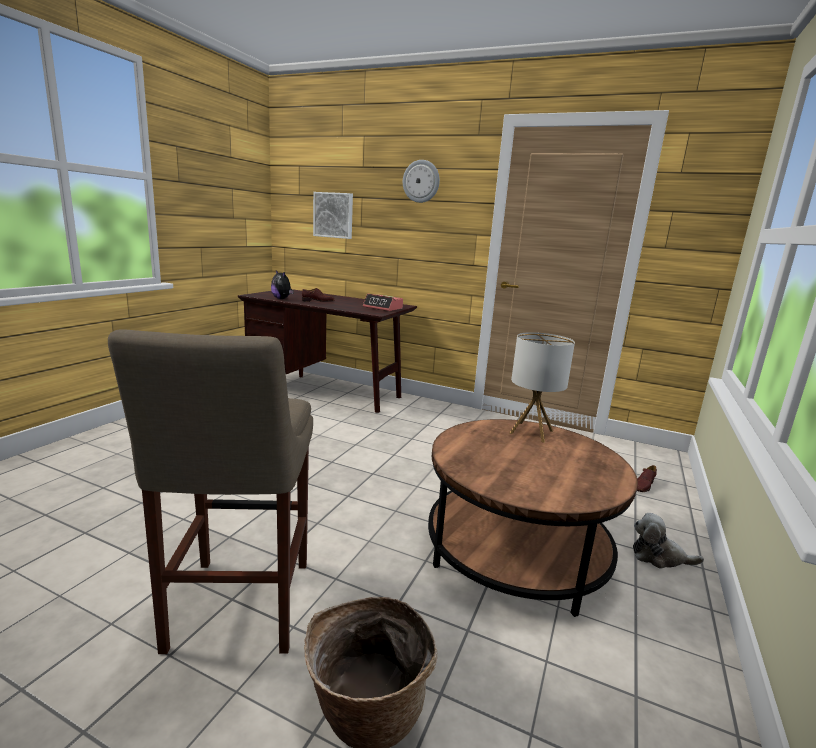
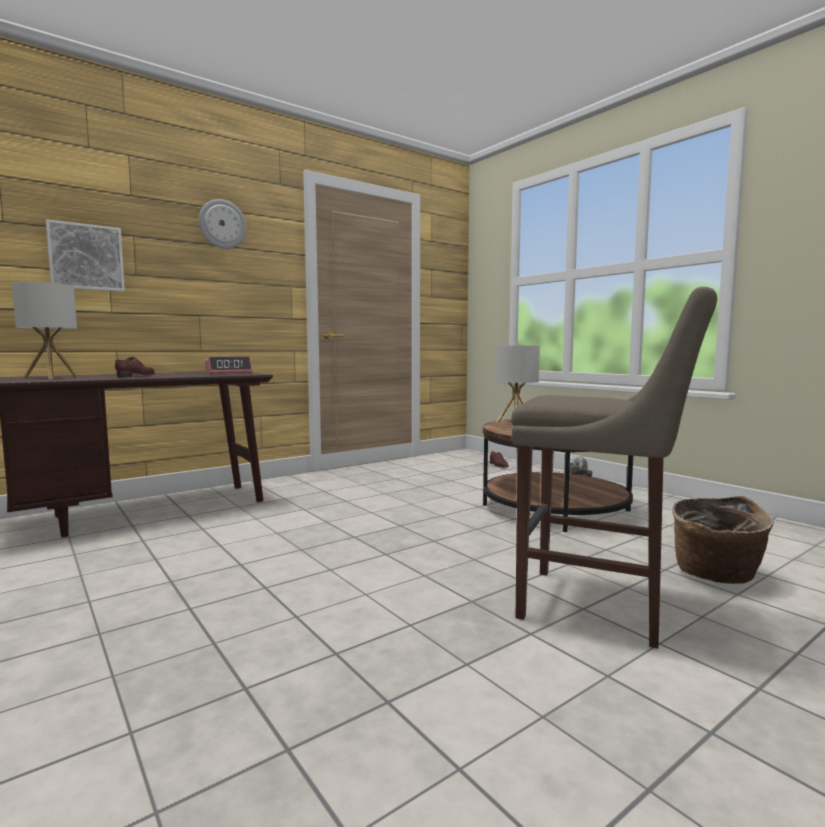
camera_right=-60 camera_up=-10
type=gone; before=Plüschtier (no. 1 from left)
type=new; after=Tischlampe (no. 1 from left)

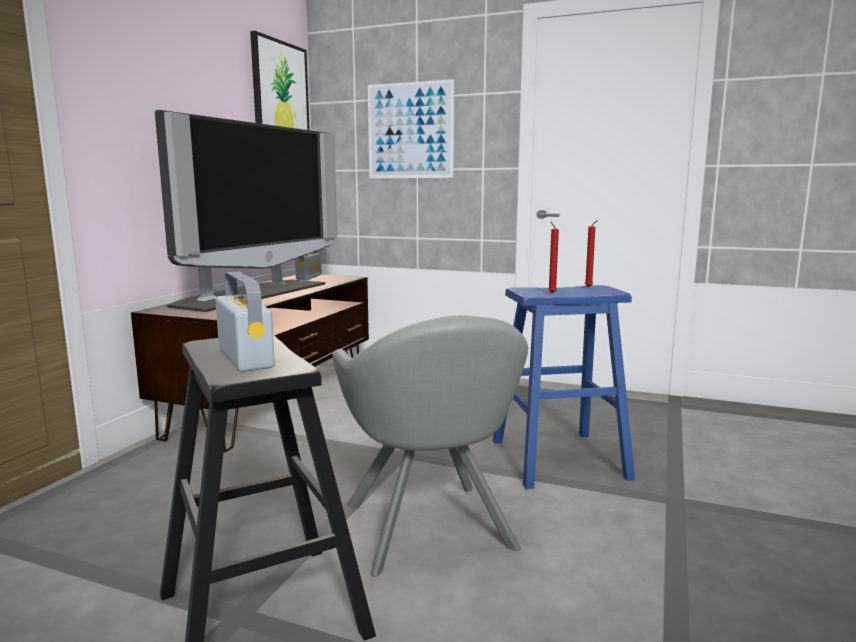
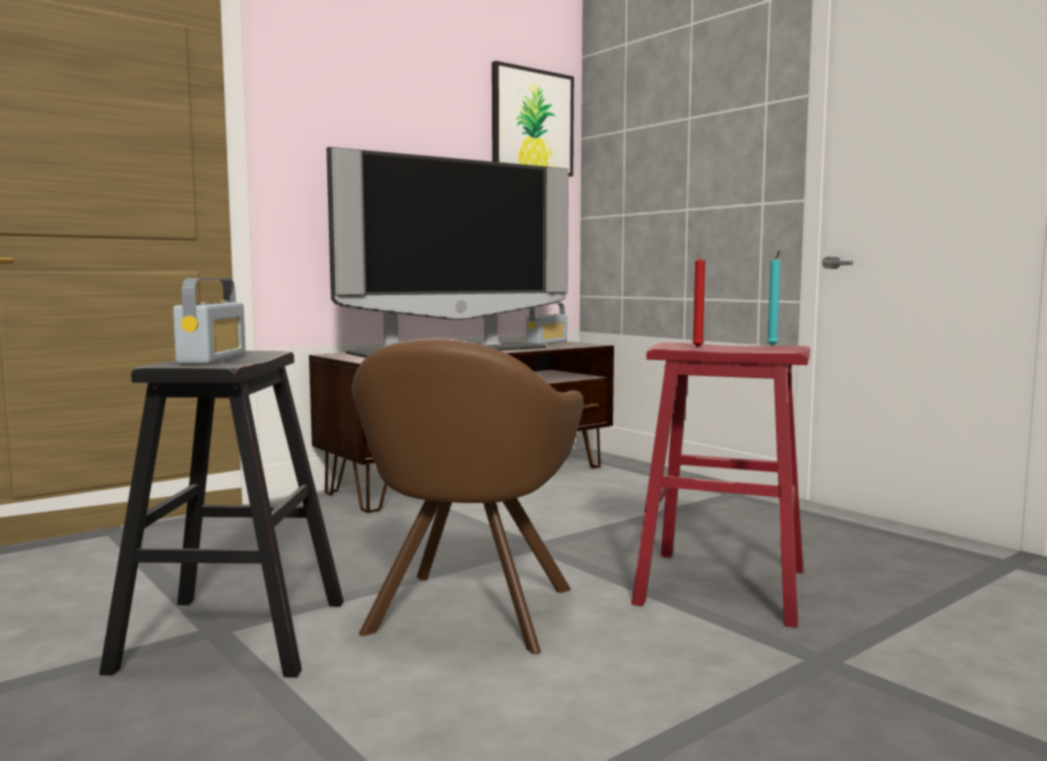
camera_right=30 camera_up=-5
type=gone; before=Bild (no. 2 from left)
type=repainted; before=Sessel [grau]; after=Sessel [braun]
type=repainted; before=Hocker [blau]; after=Hocker [rot]
type=repainted; before=Kerze [rot] (no. 2 from left); after=Kerze [türkis]

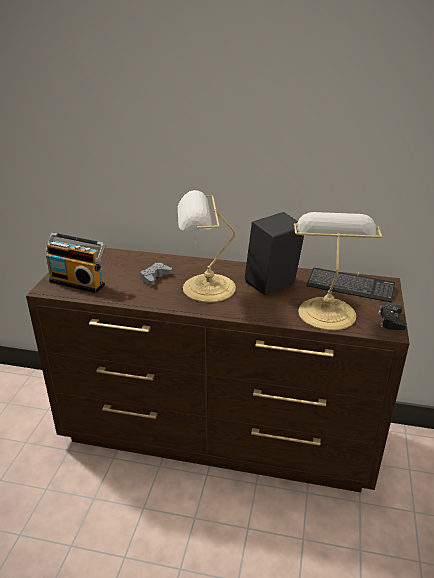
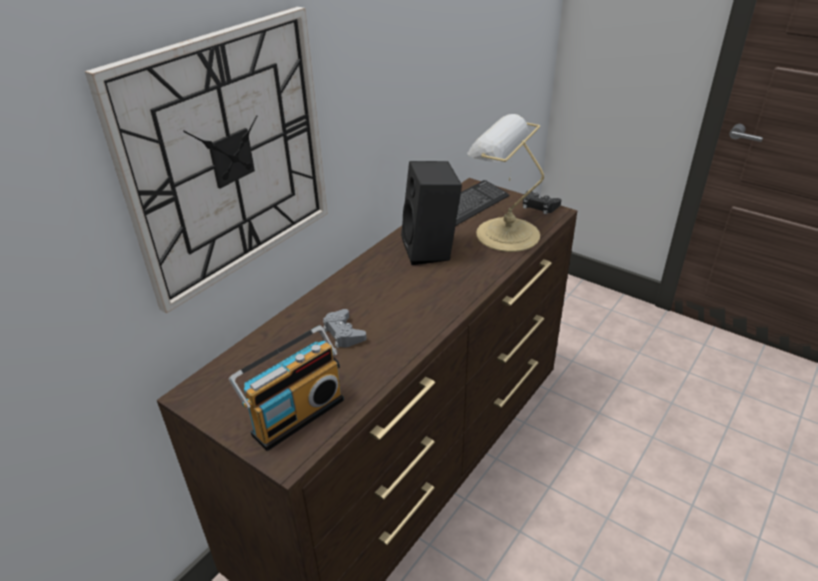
camera_right=-65 camera_up=5
type=gone; before=Tischlampe (no. 1 from left)
type=new; after=Wanduhr

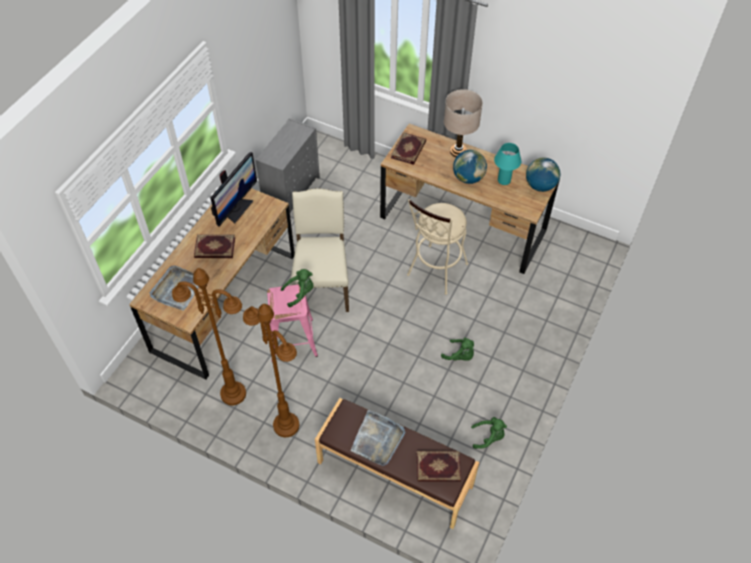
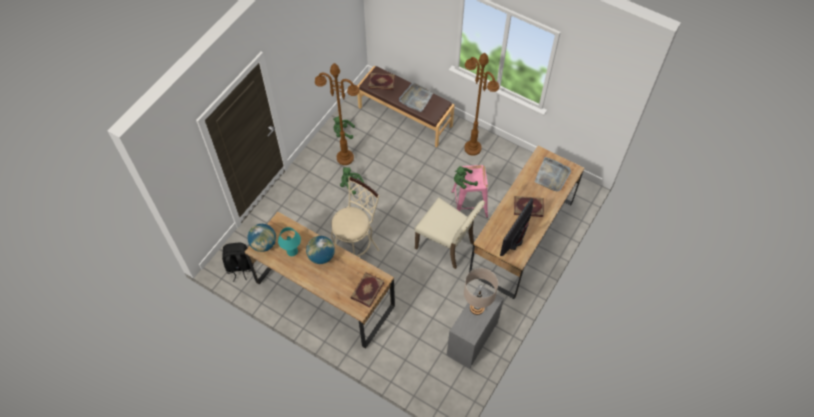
camera_right=-175 camera_up=5
type=new; after=Rucksack [schwarz]
type=shifted; before=Stehlampe [braun] (no. 1 from left)
type=shifted; before=Tischlampe [beige]
type=rotated; before=Stuhl [beige]; turn=-60

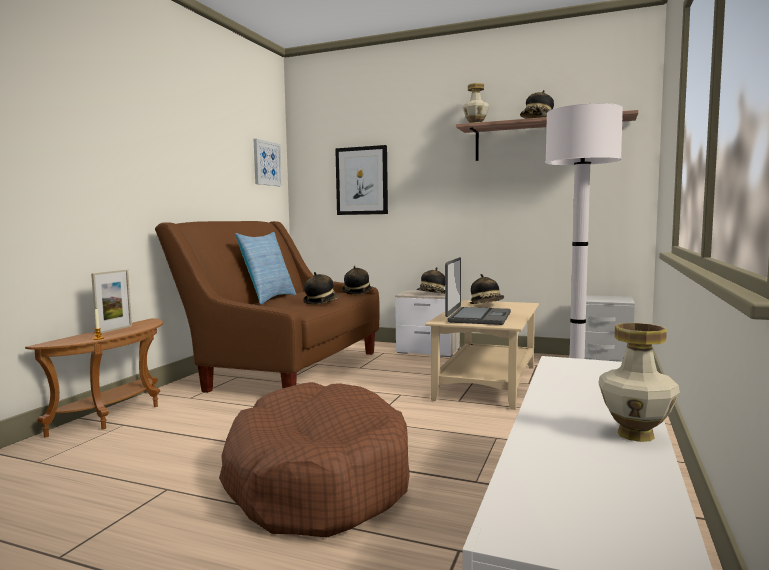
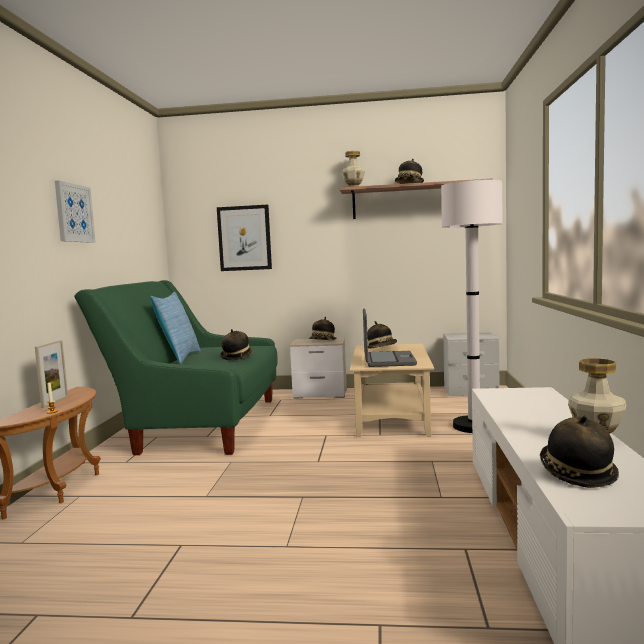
camera_right=-15 camera_up=0
type=gone; before=Hundebett [braun]
type=shifted; before=Bild (no. 1 from left)
type=shifted; before=Hut (no. 2 from left in the first image); after=Hut (no. 5 from left)
type=repainted; before=Sofa [braun]; after=Sofa [grün]

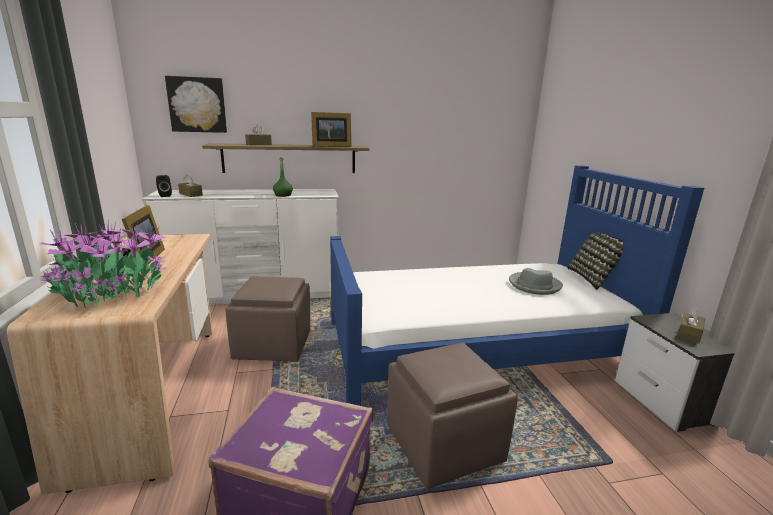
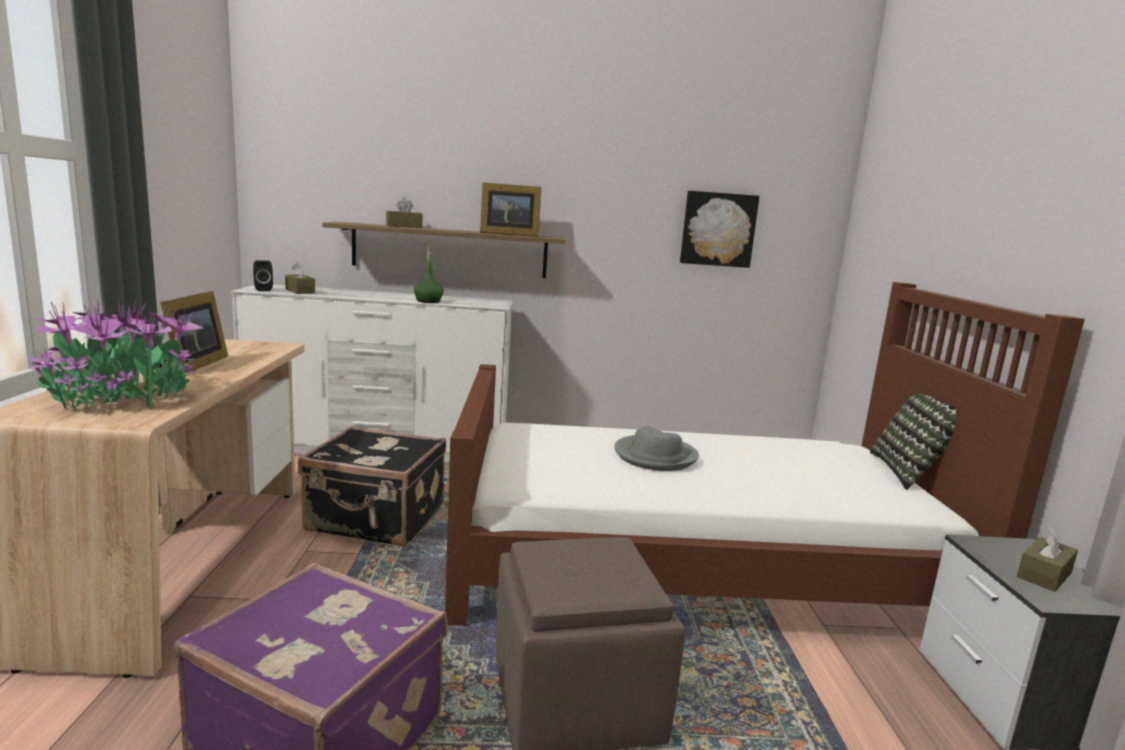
camera_right=10 camera_up=-5
type=shifted; before=Bild
type=shifted; before=Hut [grau]
type=swapped; before=Polsterhocker [braun] (no. 1 from left); after=Koffer [schwarz]
type=repainted; before=Bett [blau]; after=Bett [braun]

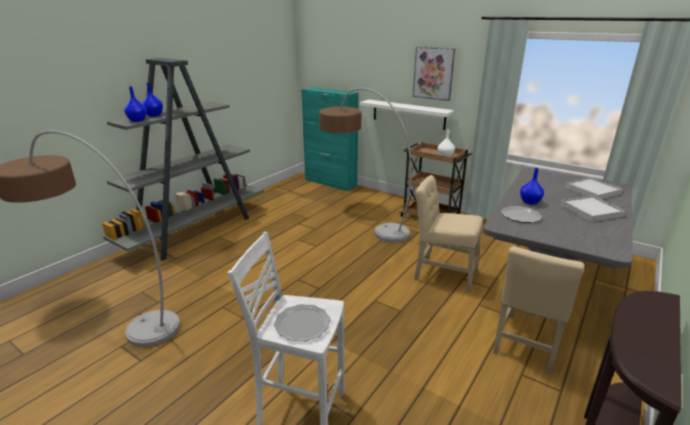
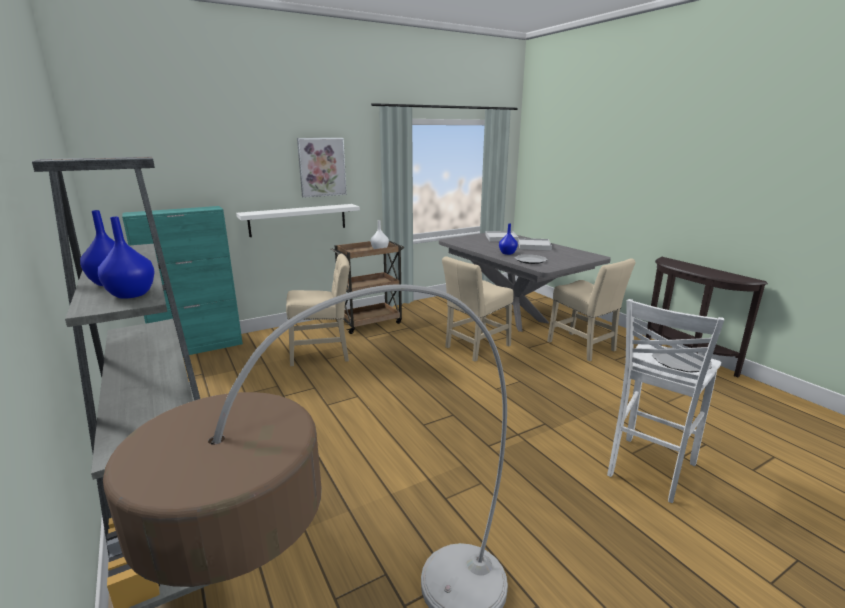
camera_right=-65 camera_up=-5
type=swapped; before=Stehlampe (no. 2 from left); after=Stuhl [beige] (no. 1 from left)

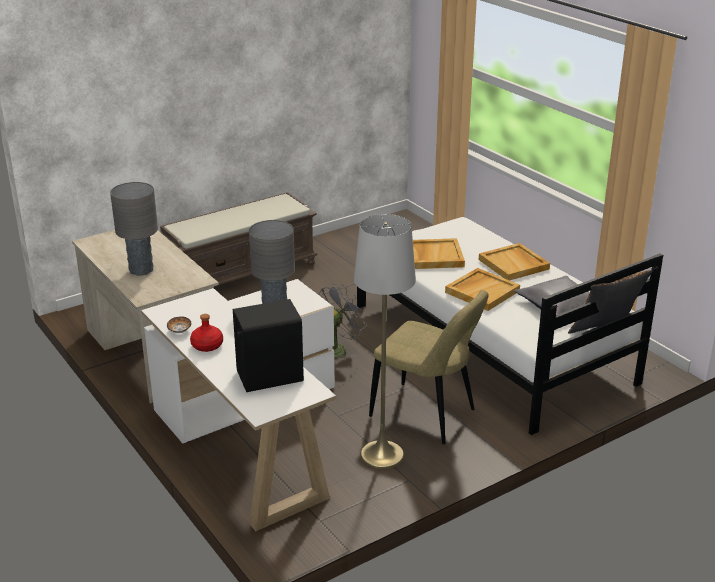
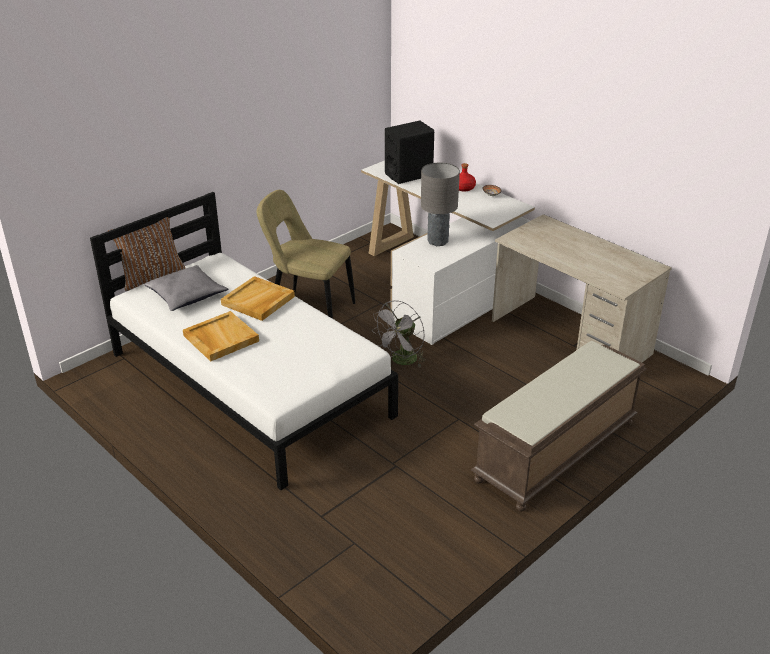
camera_right=170 camera_up=5
type=gone; before=Tischlampe [grau] (no. 1 from left)
type=gone; before=Stehlampe [grau]
type=gone; before=Tablett [beige] (no. 1 from left)

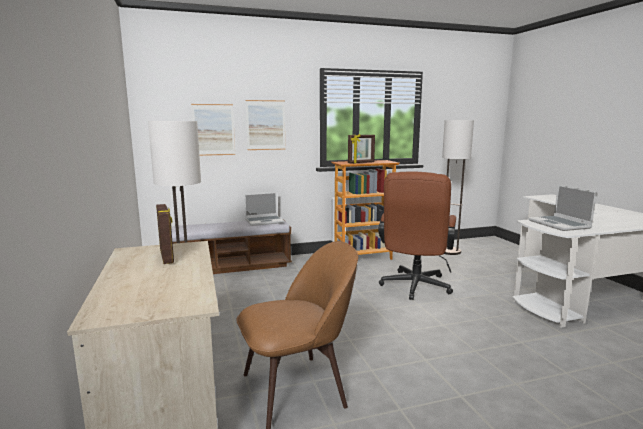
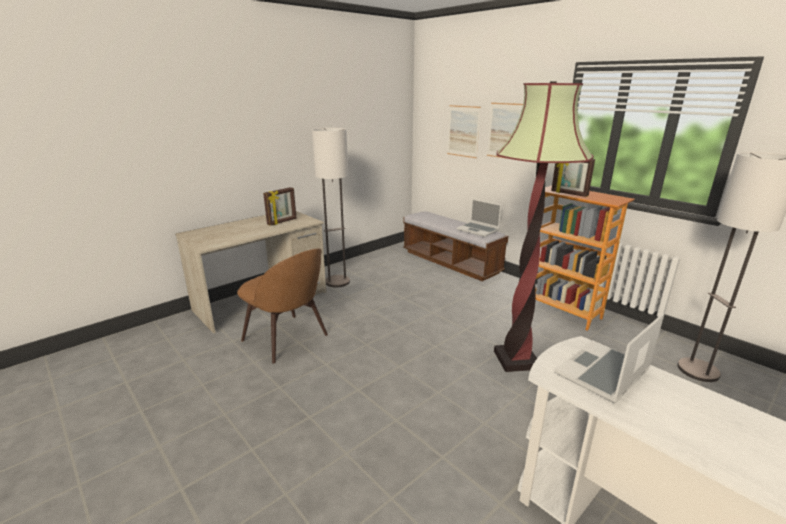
camera_right=65 camera_up=10
type=swapped; before=Bürostuhl [braun]; after=Stehlampe (no. 2 from left)

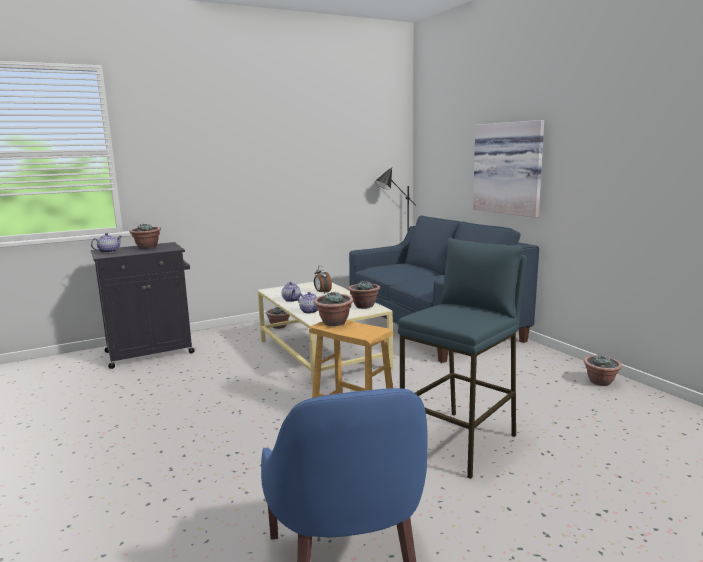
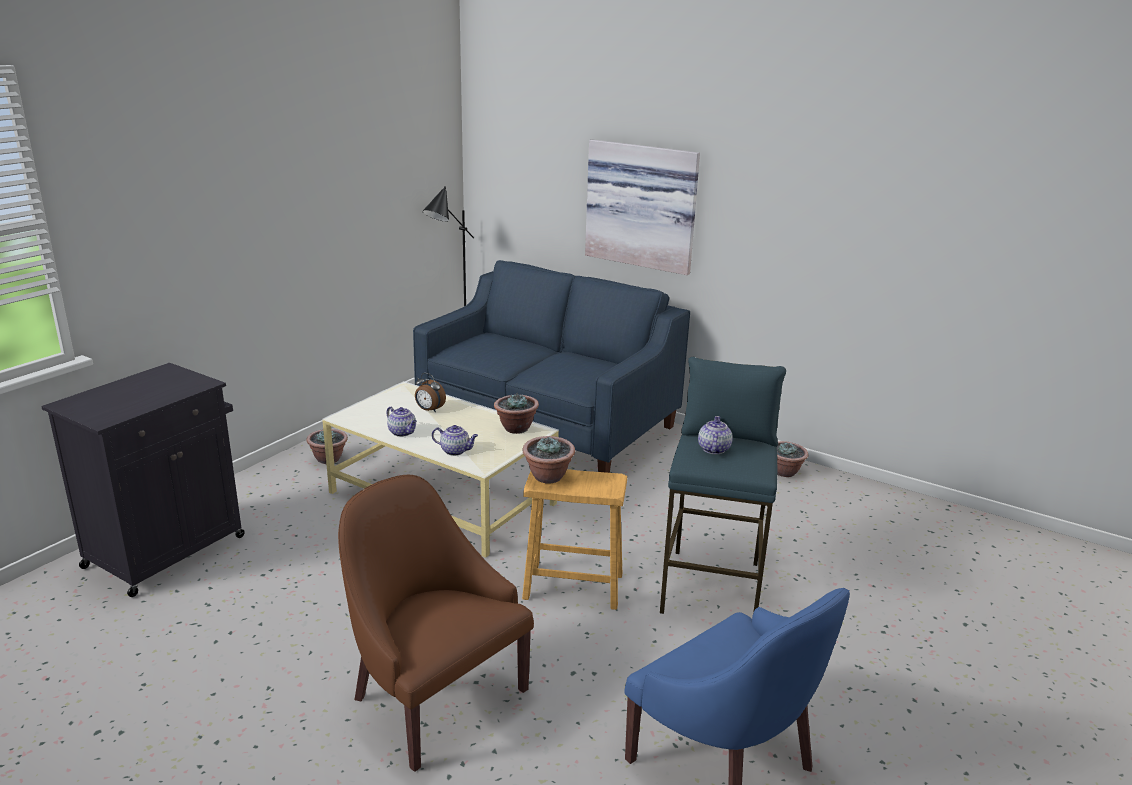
camera_right=-30 camera_up=10
type=gone; before=Topfpflanze (no. 1 from left)
type=new; after=Sessel [braun]
type=shifted; before=Teekanne (no. 1 from left in the first image); after=Teekanne (no. 3 from left)

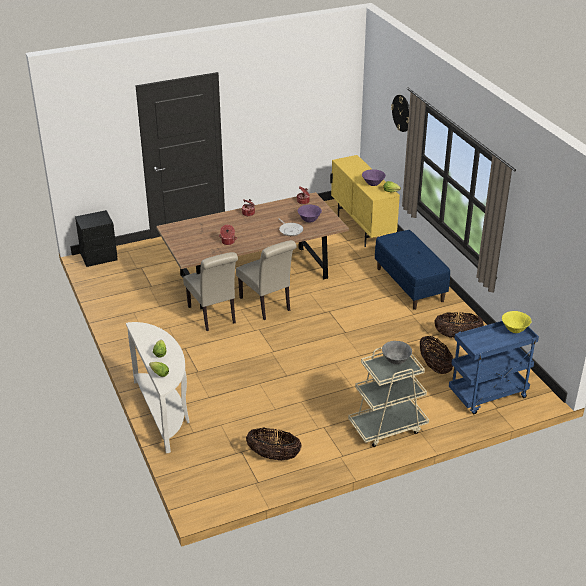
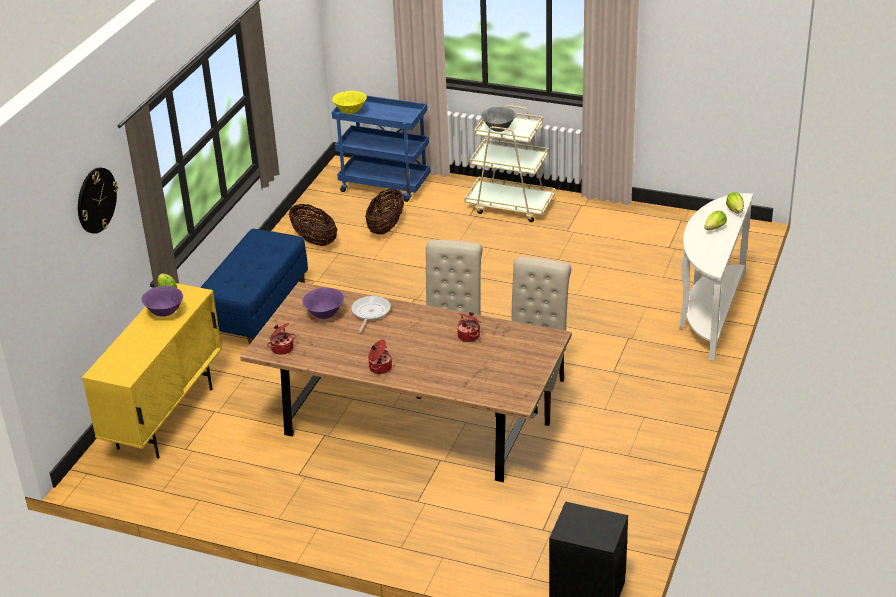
camera_right=-135 camera_up=0
type=gone; before=Korb (no. 1 from left)

